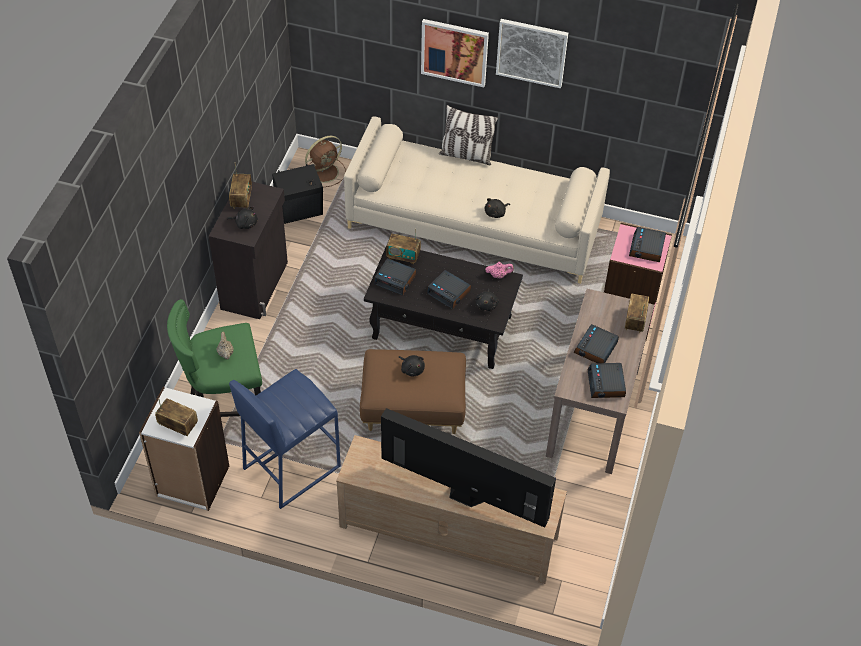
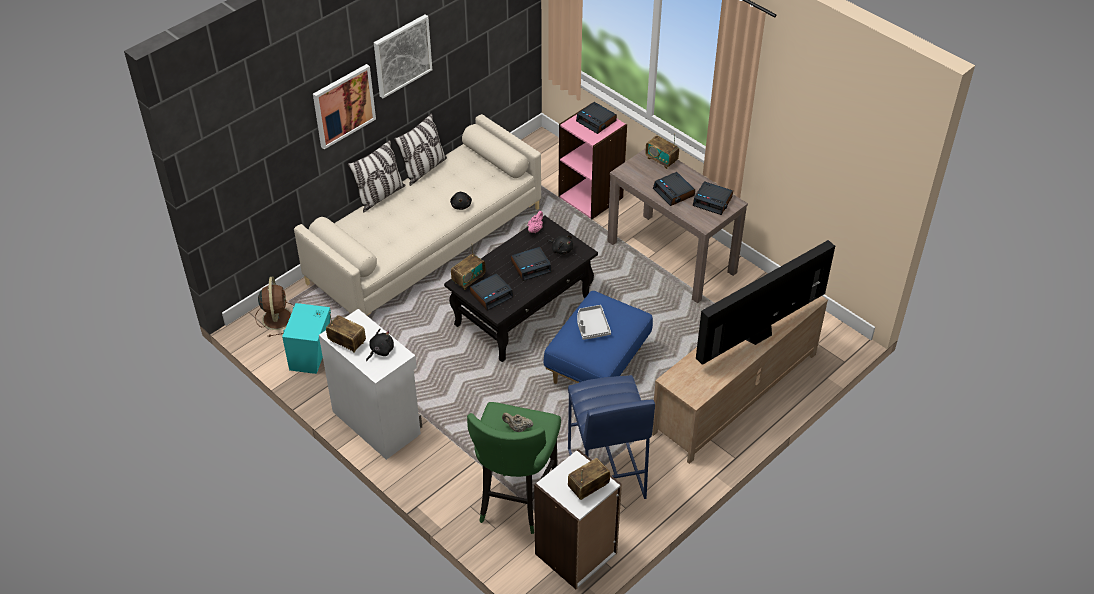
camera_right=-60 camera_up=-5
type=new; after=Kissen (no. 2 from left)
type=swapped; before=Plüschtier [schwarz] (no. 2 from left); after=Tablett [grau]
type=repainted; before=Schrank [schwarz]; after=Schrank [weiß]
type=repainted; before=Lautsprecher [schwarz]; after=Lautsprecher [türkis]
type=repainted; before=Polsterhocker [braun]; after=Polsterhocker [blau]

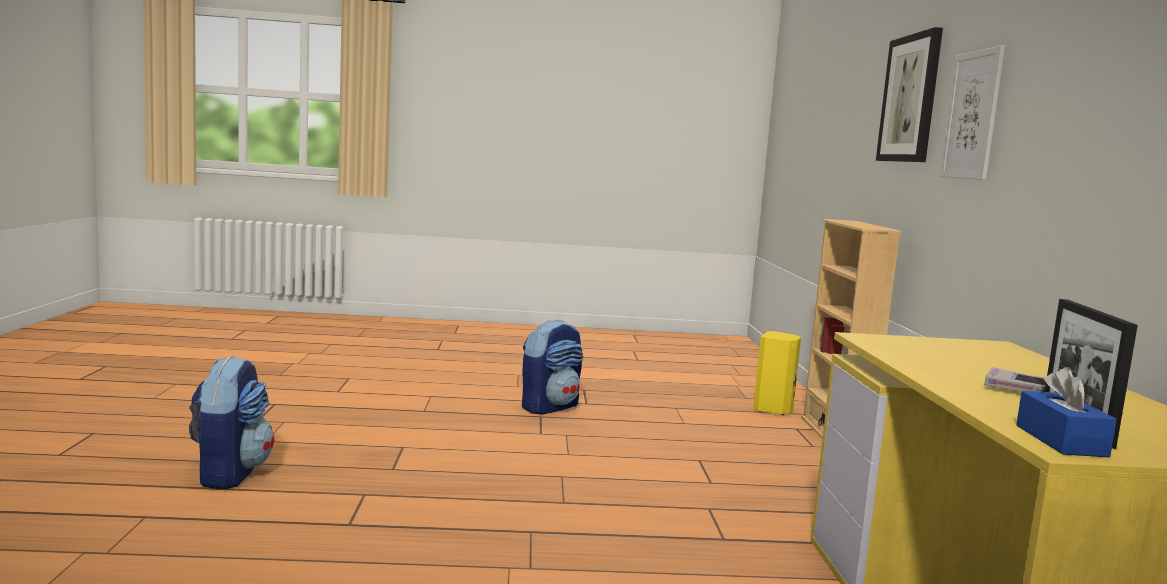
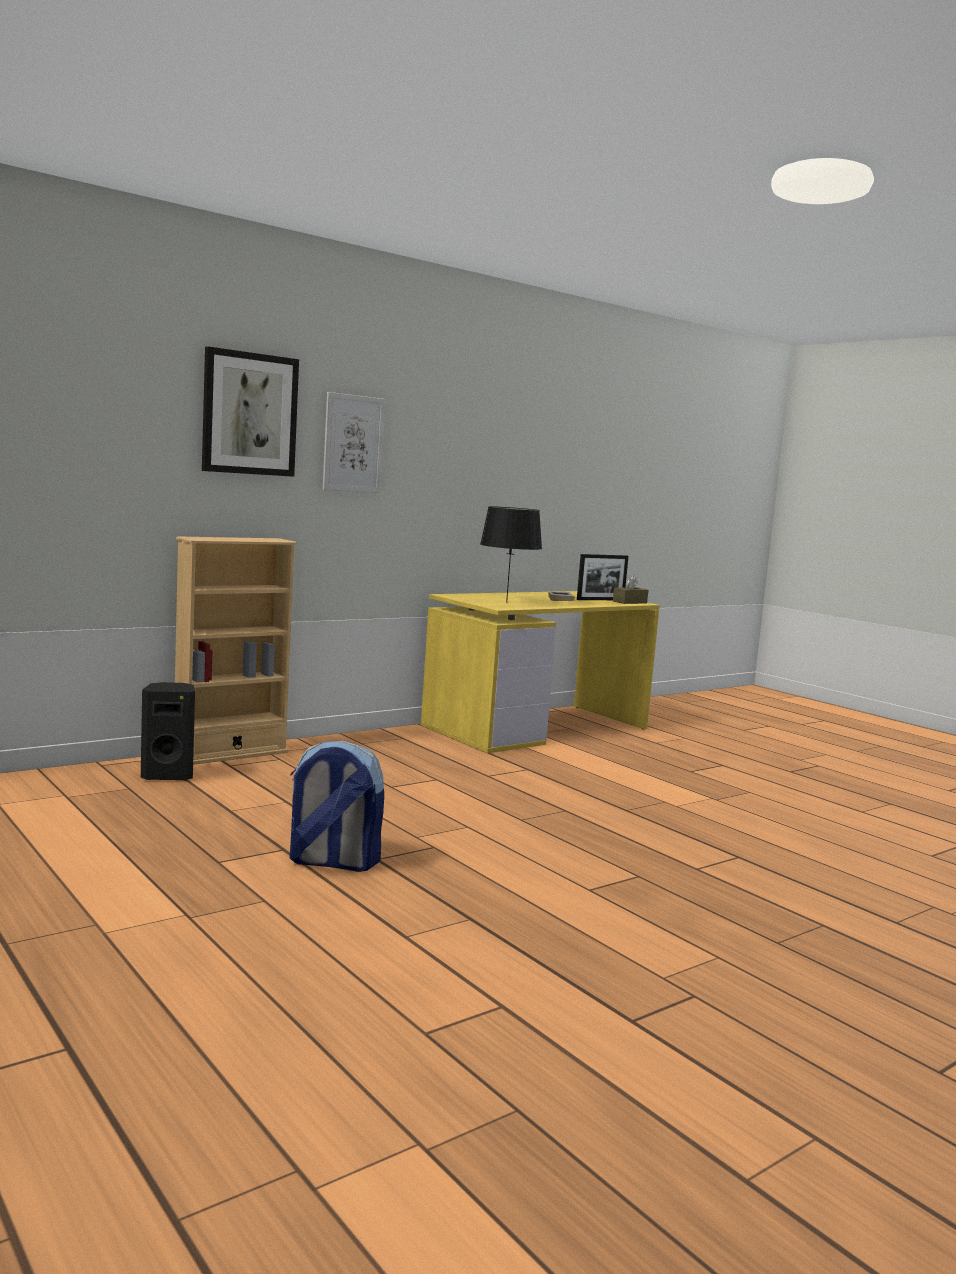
camera_right=-125 camera_up=0
type=gone; before=Rucksack (no. 1 from left)
type=new; after=Tischlampe [schwarz]
type=repainted; before=Lautsprecher [gelb]; after=Lautsprecher [schwarz]
type=repainted; before=Taschentuchbox [blau]; after=Taschentuchbox [braun]

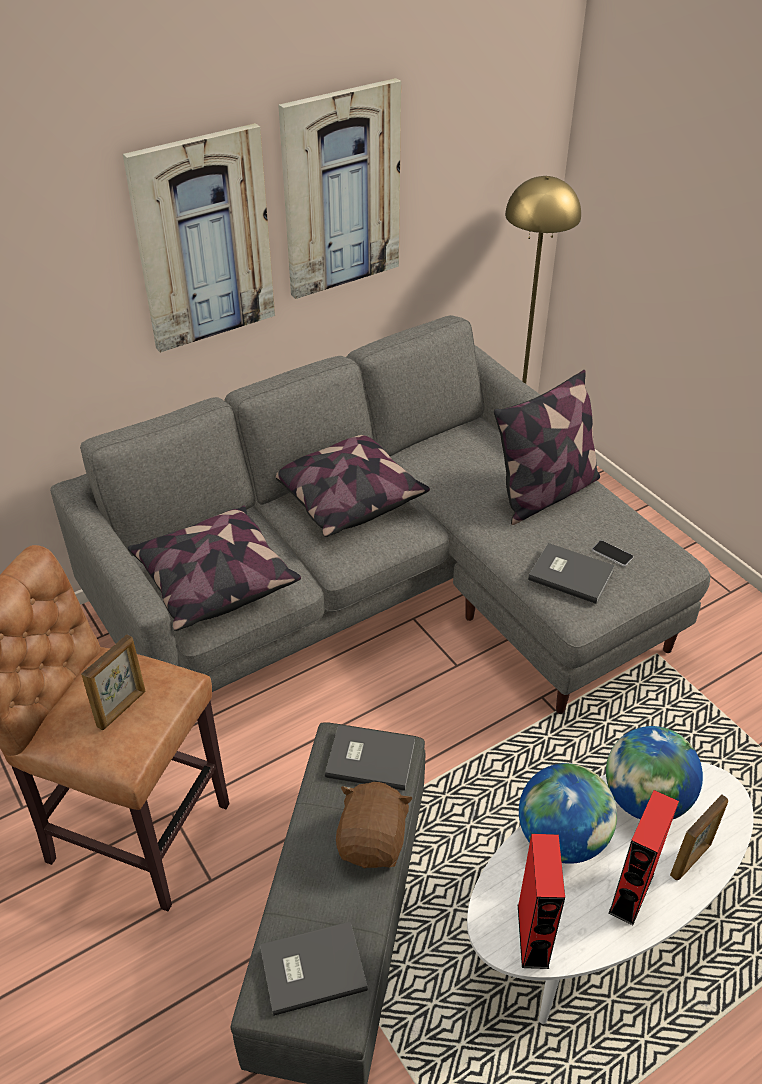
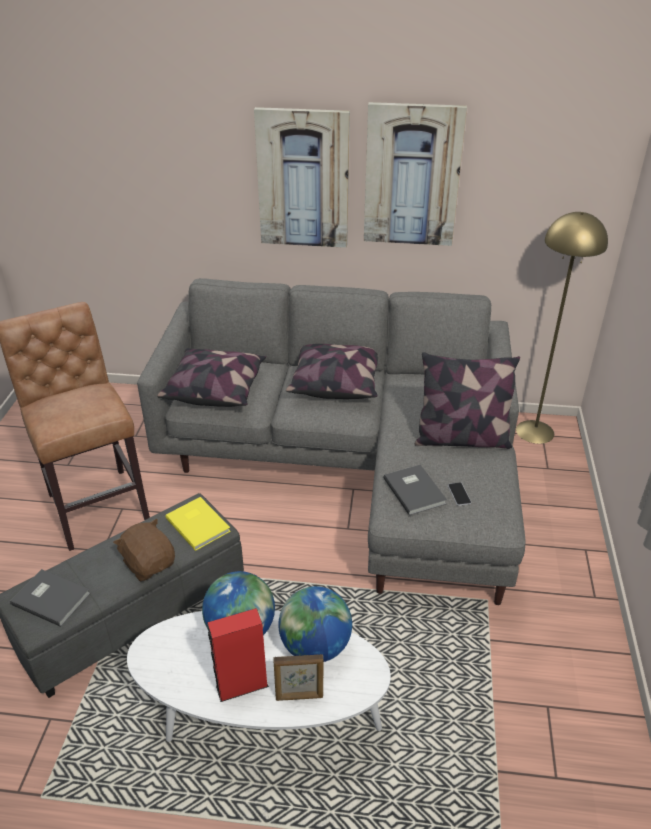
camera_right=40 camera_up=-5
type=gone; before=Bilderrahmen (no. 1 from left)
type=gone; before=Lautsprecher [rot] (no. 1 from left)
type=repainted; before=Buch [grau] (no. 2 from left); after=Buch [gelb]
type=rotated; before=Plüschtier [braun]; turn=-90

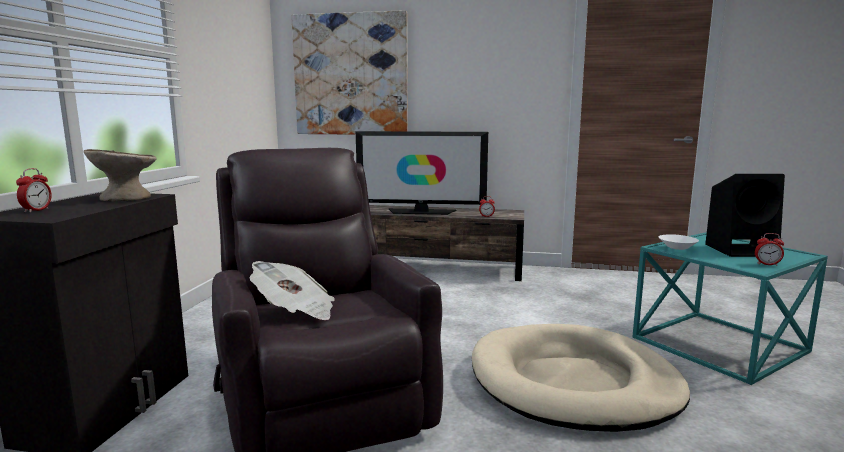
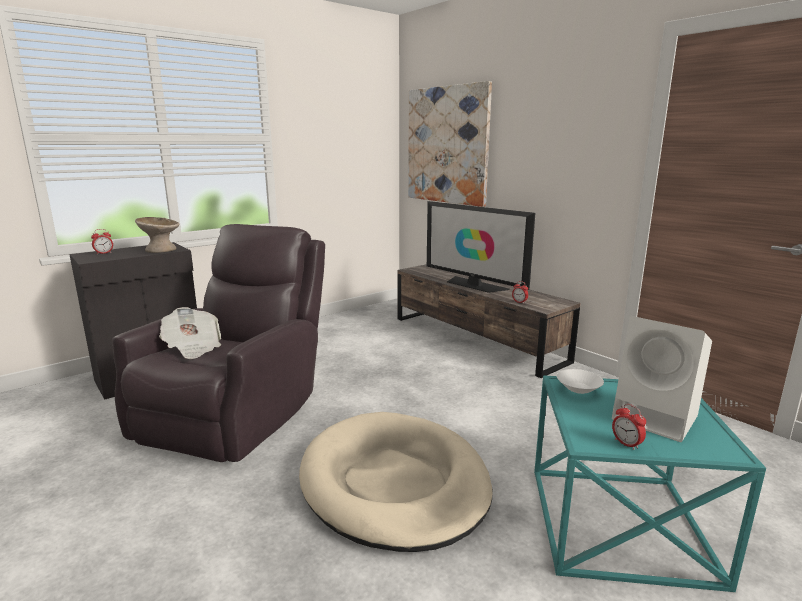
camera_right=40 camera_up=5
type=repainted; before=Lautsprecher [schwarz]; after=Lautsprecher [weiß]

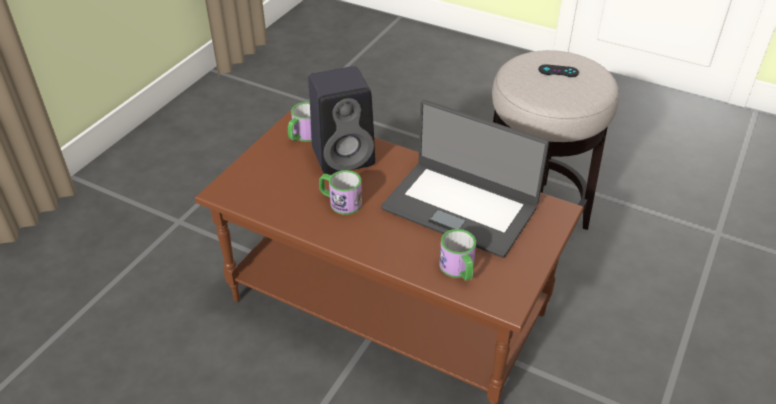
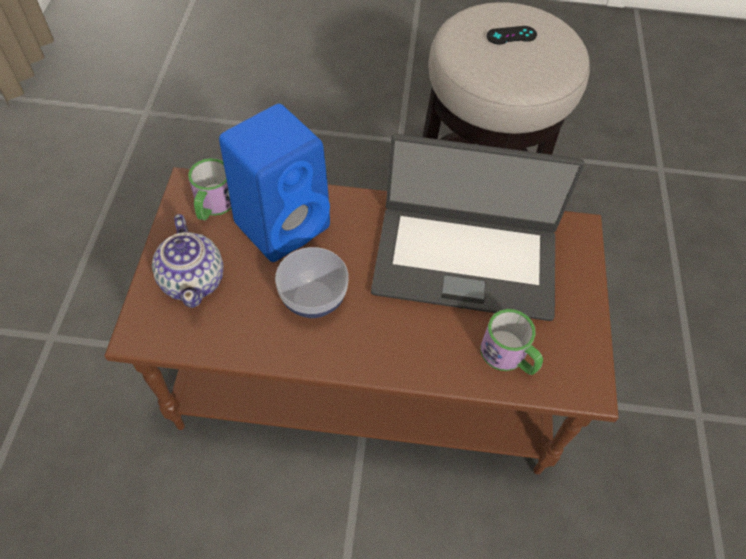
camera_right=-25 camera_up=15
type=new; after=Teekanne
type=swapped; before=Henkelbecher (no. 2 from left); after=Schüssel
type=repainted; before=Lautsprecher [schwarz]; after=Lautsprecher [blau]

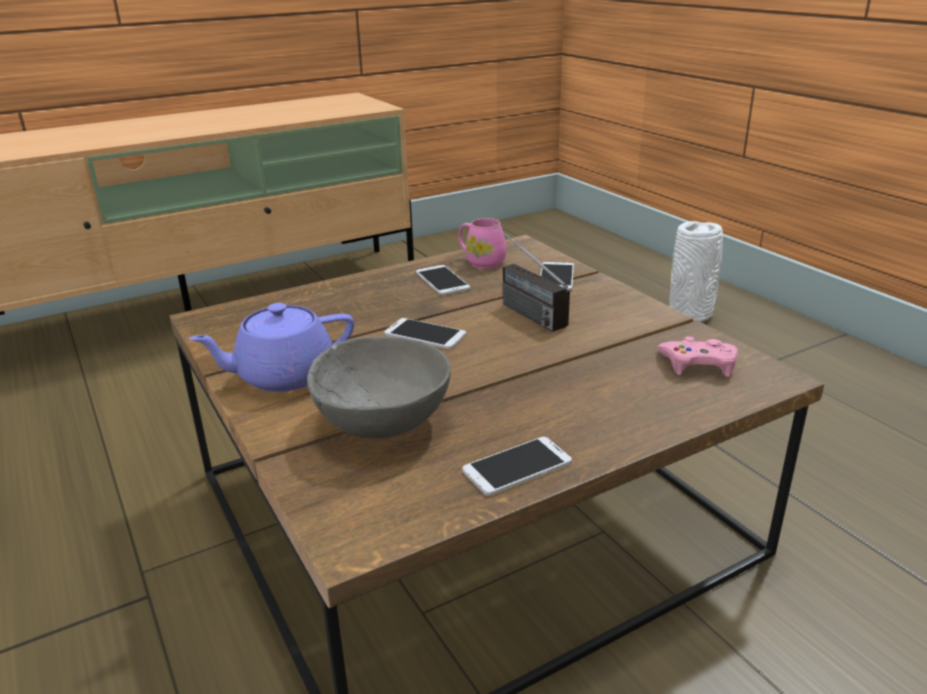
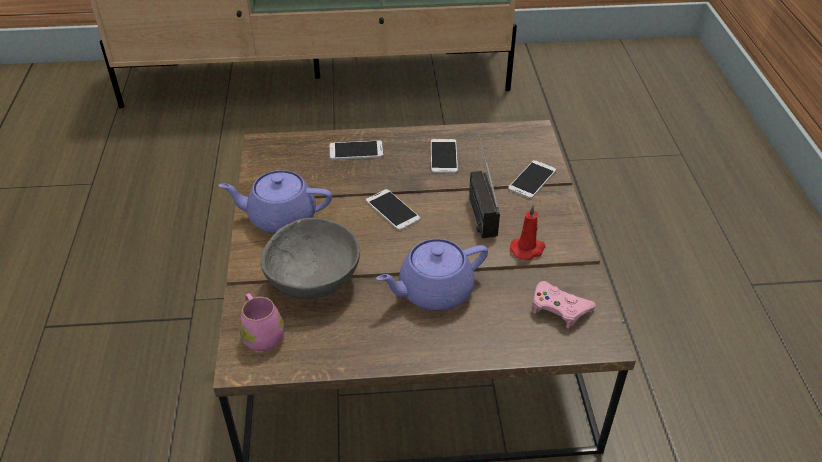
camera_right=25 camera_up=15
type=gone; before=Vase [weiß]
type=new; after=Teekanne [lila] (no. 2 from left)
type=new; after=Kerze [rot]
type=shifted; before=Henkelbecher [rosa]
type=shifted; before=Handy (no. 3 from left in the first image); after=Handy (no. 1 from left)

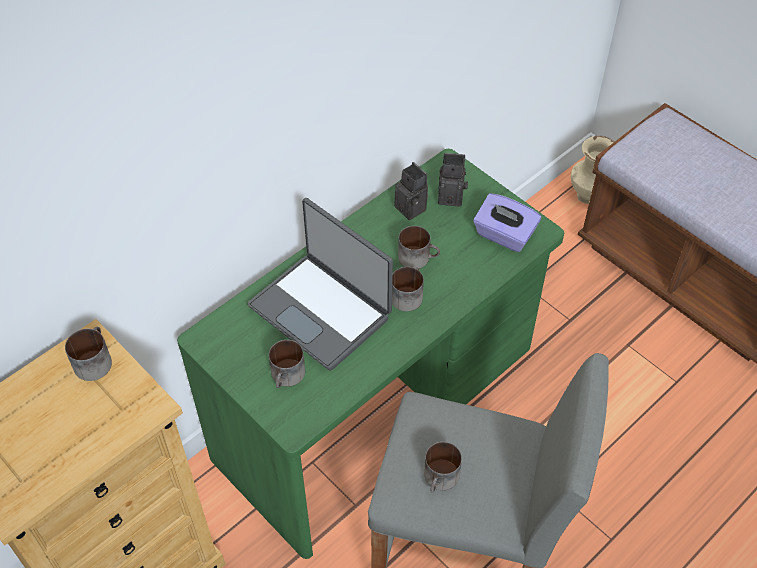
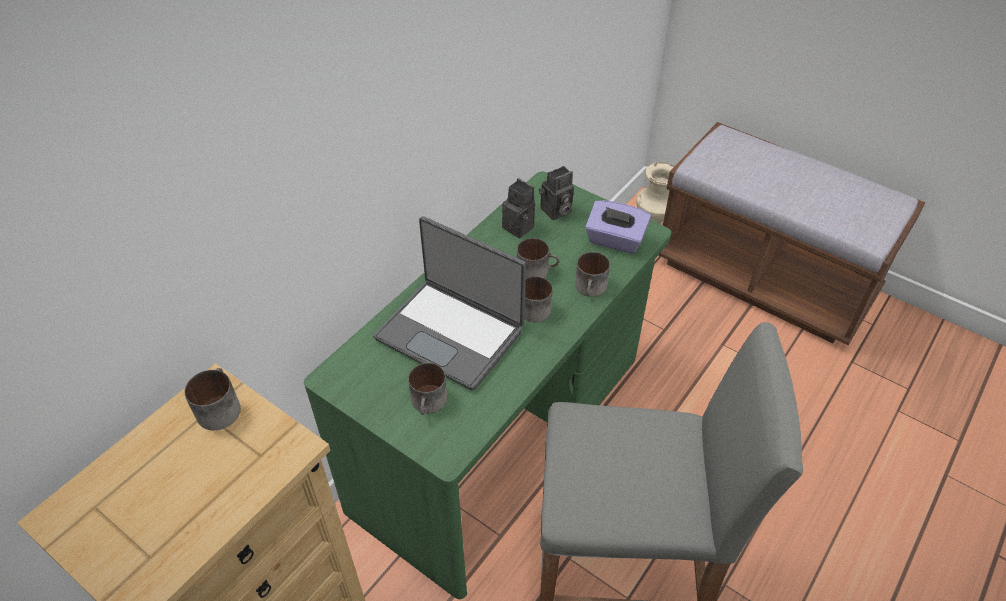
camera_right=-10 camera_up=-5
type=shifted; before=Henkelbecher (no. 5 from left)
type=rotated; before=Kamera (no. 2 from left); turn=150

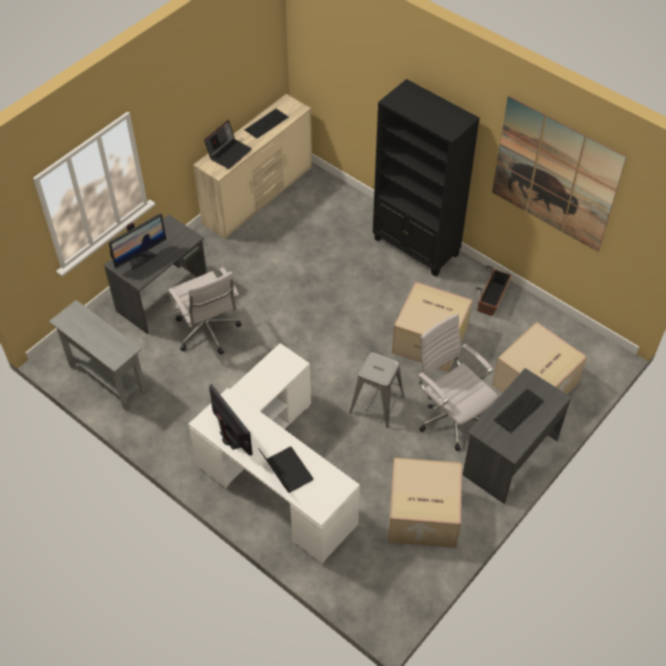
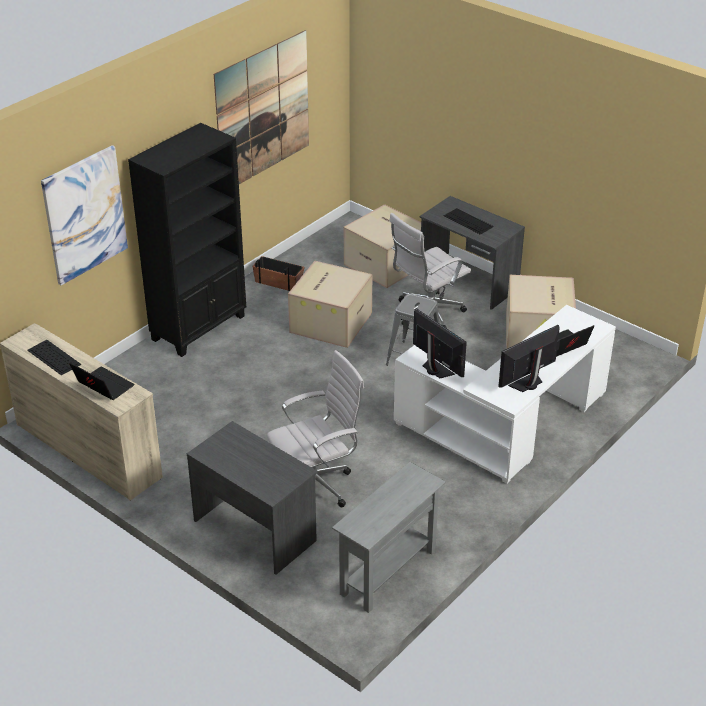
camera_right=-90 camera_up=-15
type=new; after=Bild (no. 1 from left)
type=shifted; before=Monitor (no. 1 from left)

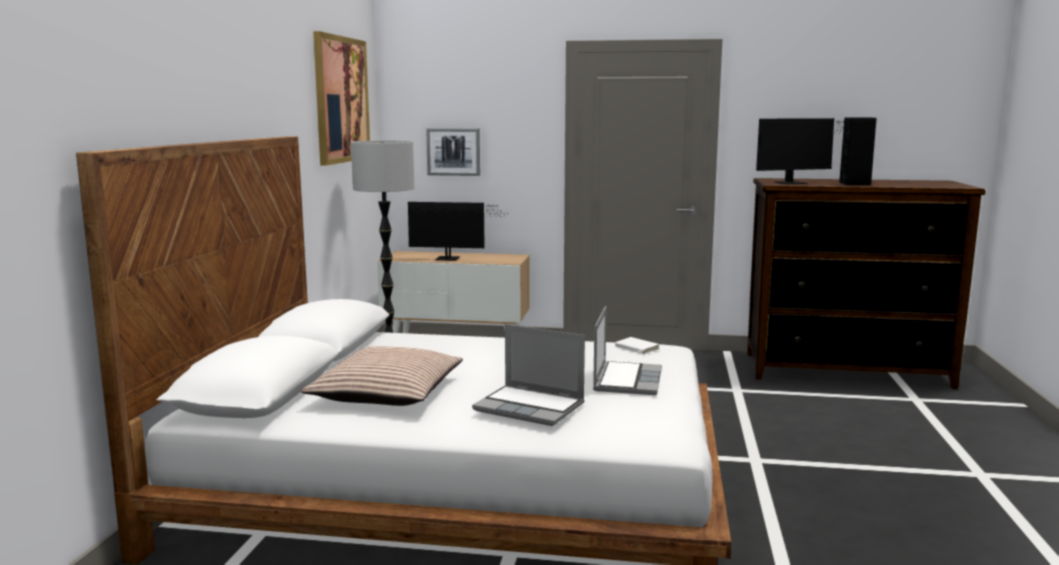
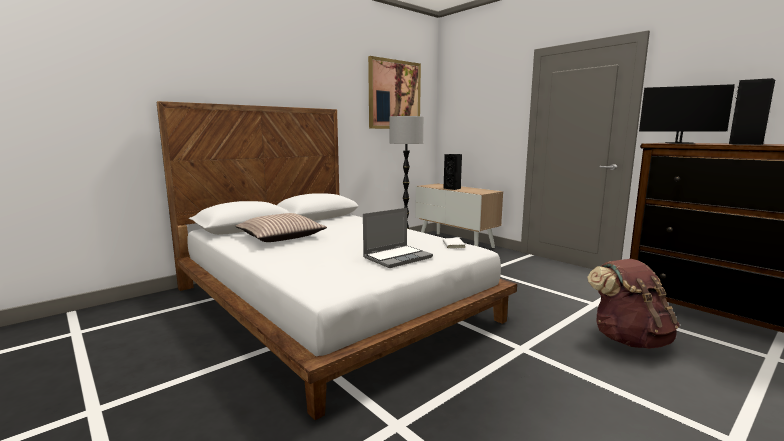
camera_right=40 camera_up=0
type=gone; before=Bild (no. 2 from left)
type=gone; before=Laptop (no. 1 from left)
type=new; after=Rucksack [braun]
type=swapped; before=Monitor (no. 1 from left); after=Lautsprecher [schwarz] (no. 1 from left)

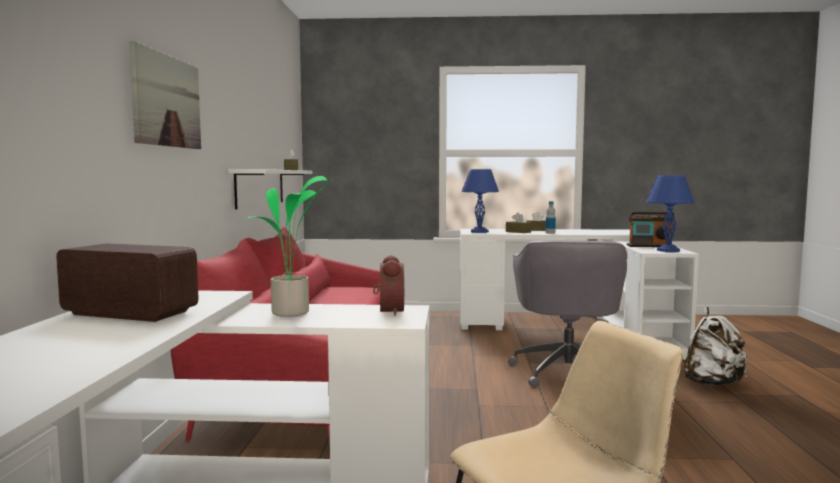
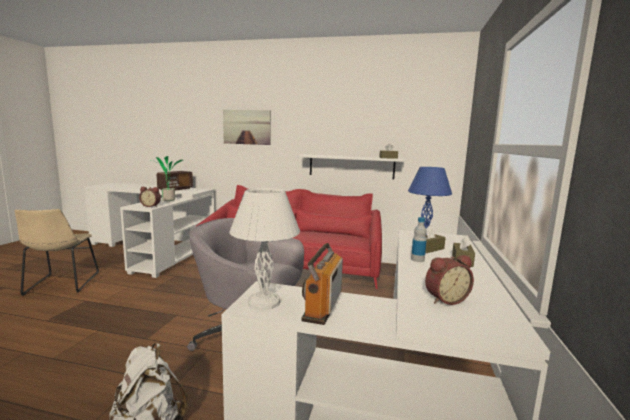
camera_right=100 camera_up=5
type=new; after=Wecker (no. 2 from left)
type=repainted; before=Tischlampe [blau] (no. 2 from left); after=Tischlampe [weiß]

